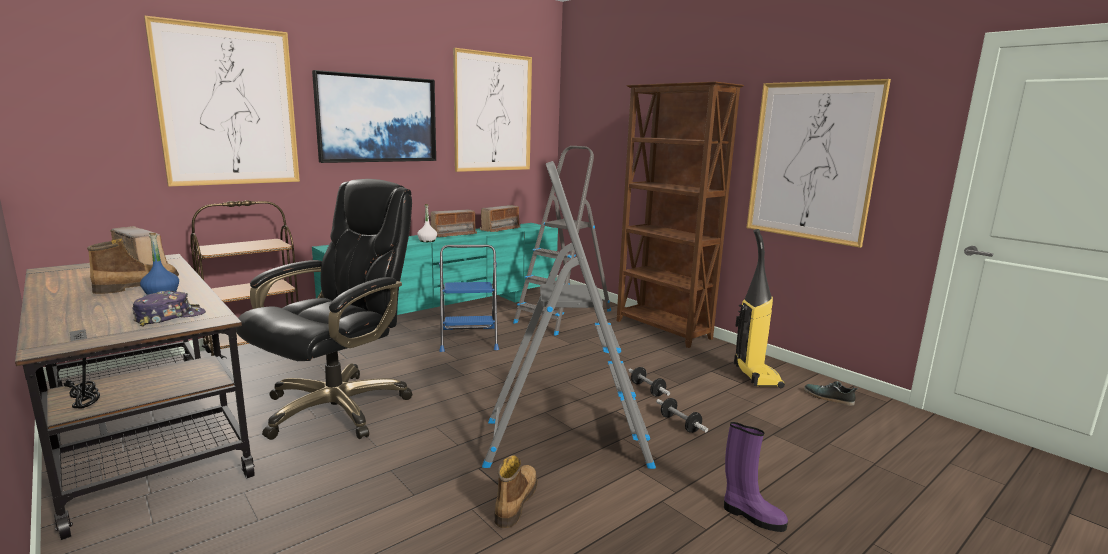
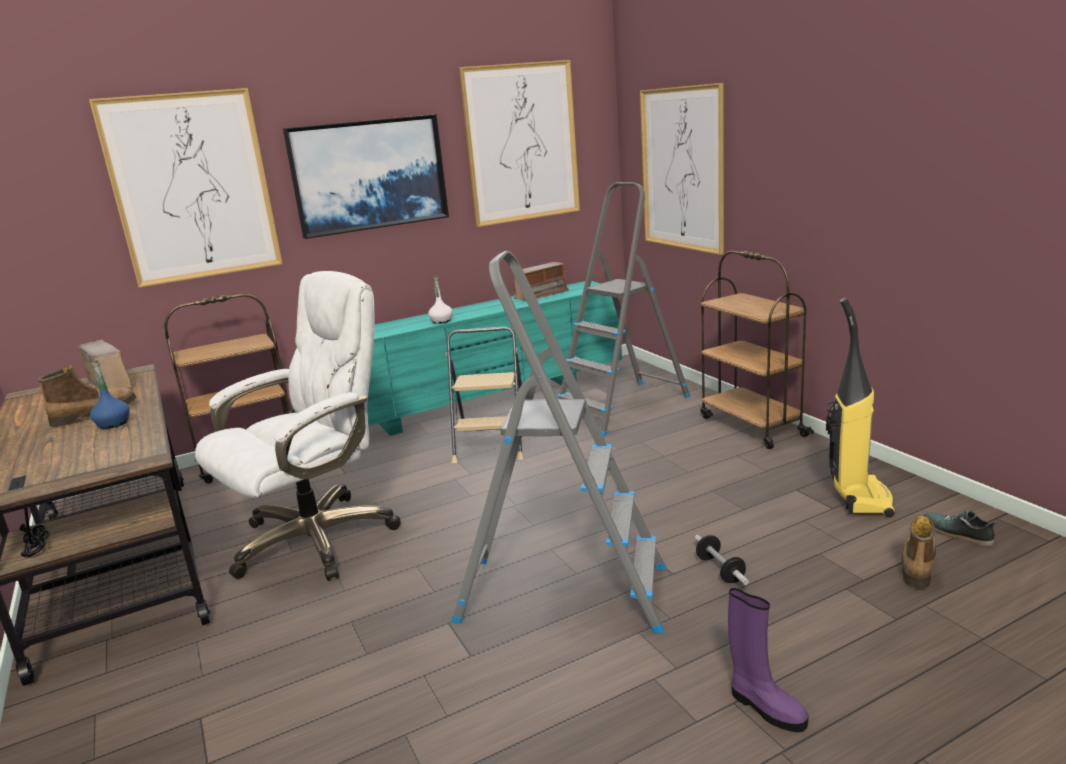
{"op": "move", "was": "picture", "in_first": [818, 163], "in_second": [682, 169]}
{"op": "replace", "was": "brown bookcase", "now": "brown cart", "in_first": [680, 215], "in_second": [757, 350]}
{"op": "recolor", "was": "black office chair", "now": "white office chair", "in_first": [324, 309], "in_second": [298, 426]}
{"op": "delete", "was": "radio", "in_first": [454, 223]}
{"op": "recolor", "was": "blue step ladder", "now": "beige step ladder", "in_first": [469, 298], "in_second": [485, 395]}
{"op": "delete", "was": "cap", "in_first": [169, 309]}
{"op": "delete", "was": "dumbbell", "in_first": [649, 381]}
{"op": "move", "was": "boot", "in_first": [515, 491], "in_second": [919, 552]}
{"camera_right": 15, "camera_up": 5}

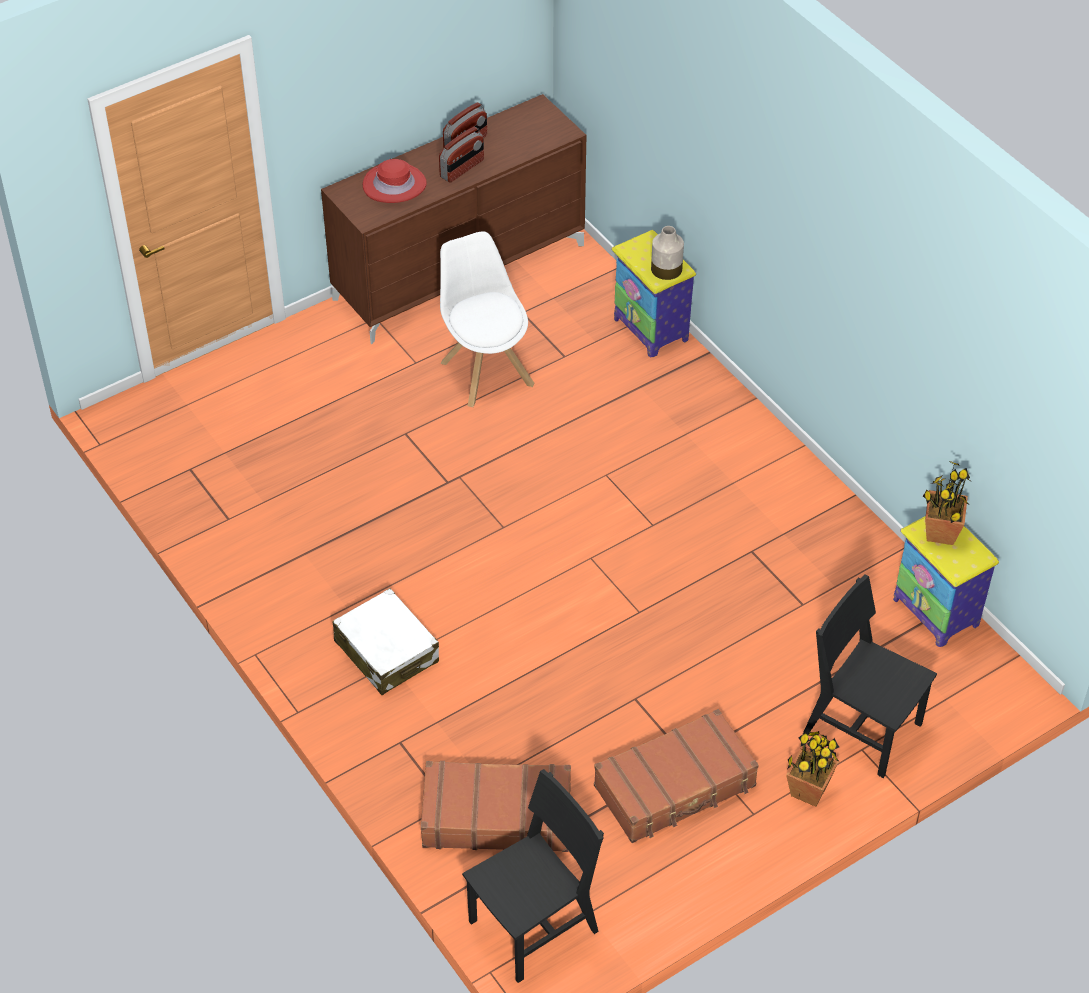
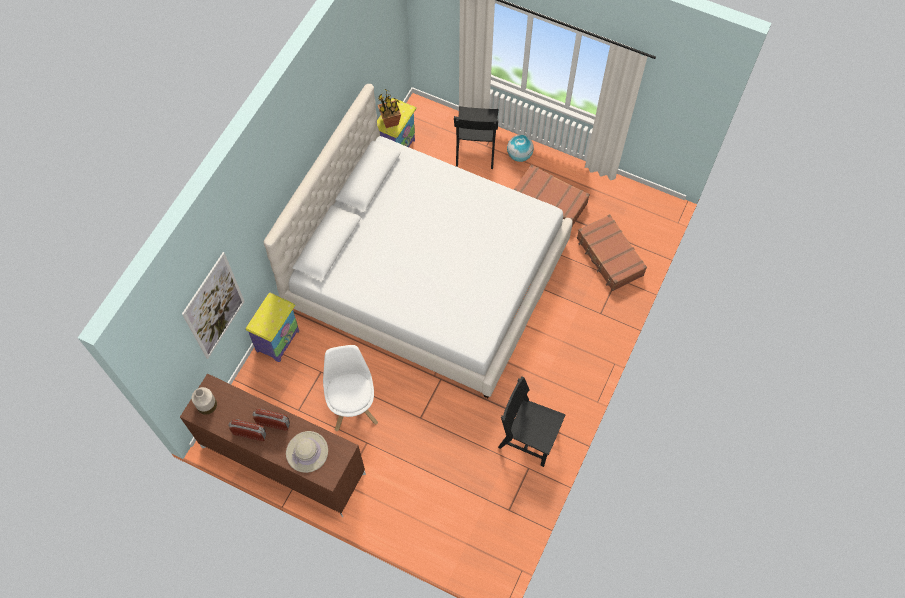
{"op": "recolor", "was": "red hat", "now": "beige hat", "in_first": [395, 181], "in_second": [307, 452]}
{"op": "move", "was": "beige vase", "in_first": [667, 253], "in_second": [204, 401]}
{"op": "rotate", "was": "white chair", "in_first": [487, 319], "in_second": [350, 388], "clockwise": 135}
{"op": "delete", "was": "white suitcase", "in_first": [386, 641]}
{"op": "replace", "was": "potted plant", "now": "globe", "in_first": [812, 769], "in_second": [520, 148]}
{"op": "move", "was": "black chair", "in_first": [533, 876], "in_second": [532, 421]}
{"op": "insert", "now": "white bed", "in_second": [418, 241]}
{"op": "insert", "now": "picture", "in_second": [213, 305]}
{"camera_right": -120, "camera_up": 15}

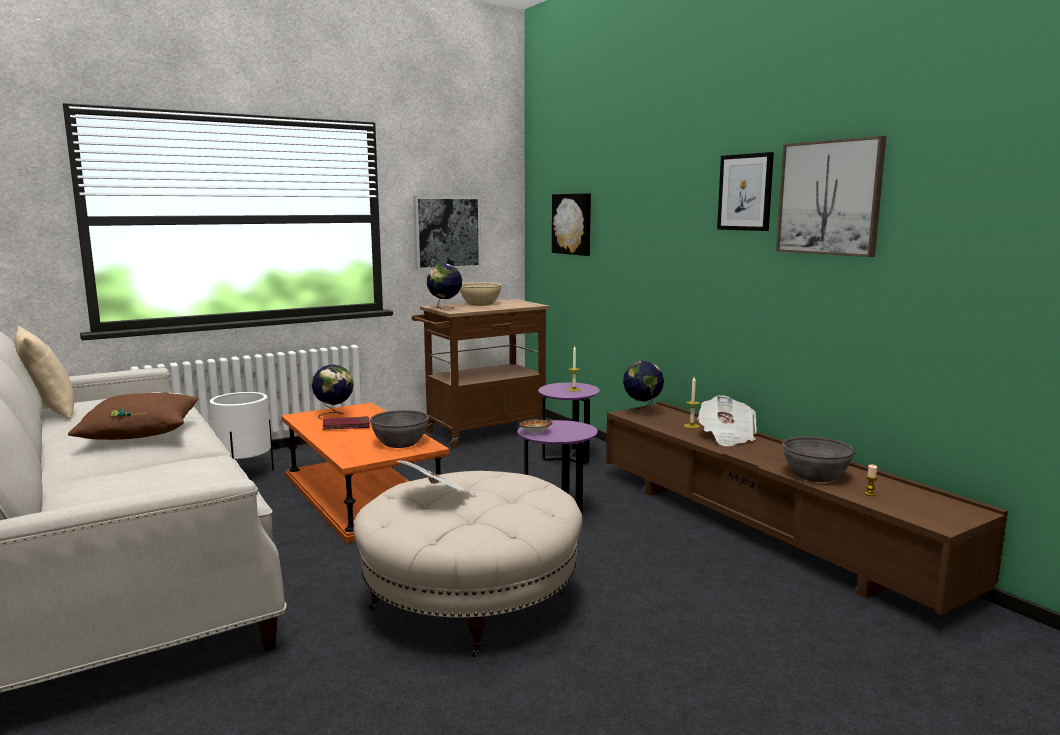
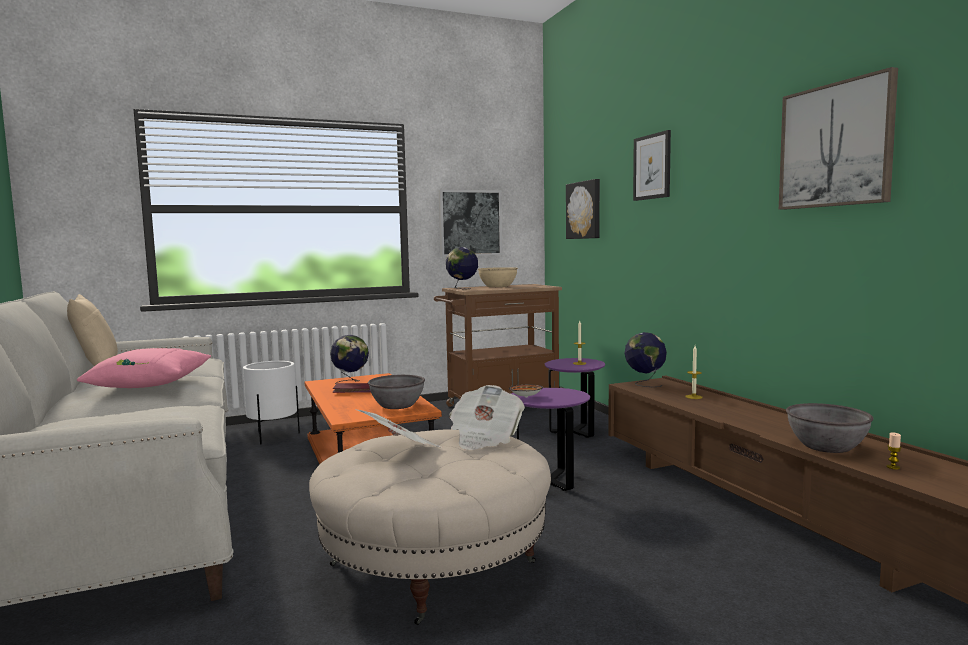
{"op": "move", "was": "picture", "in_first": [745, 191], "in_second": [652, 165]}
{"op": "recolor", "was": "brown pillow", "now": "pink pillow", "in_first": [133, 416], "in_second": [144, 368]}
{"op": "move", "was": "newspaper", "in_first": [727, 420], "in_second": [487, 417]}
{"camera_right": 10, "camera_up": -5}

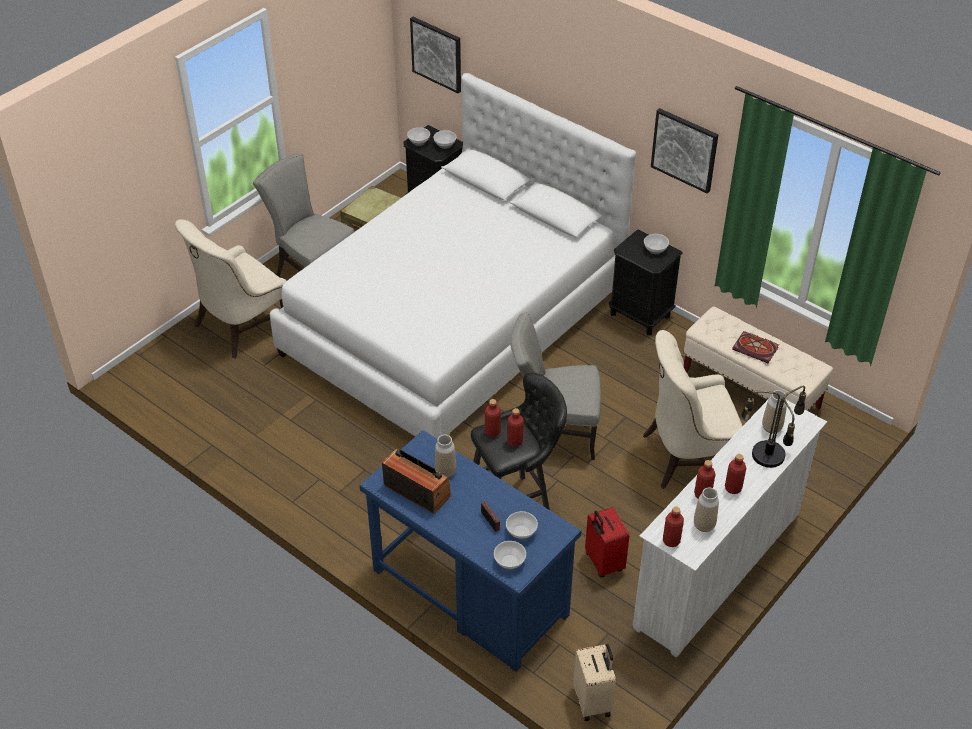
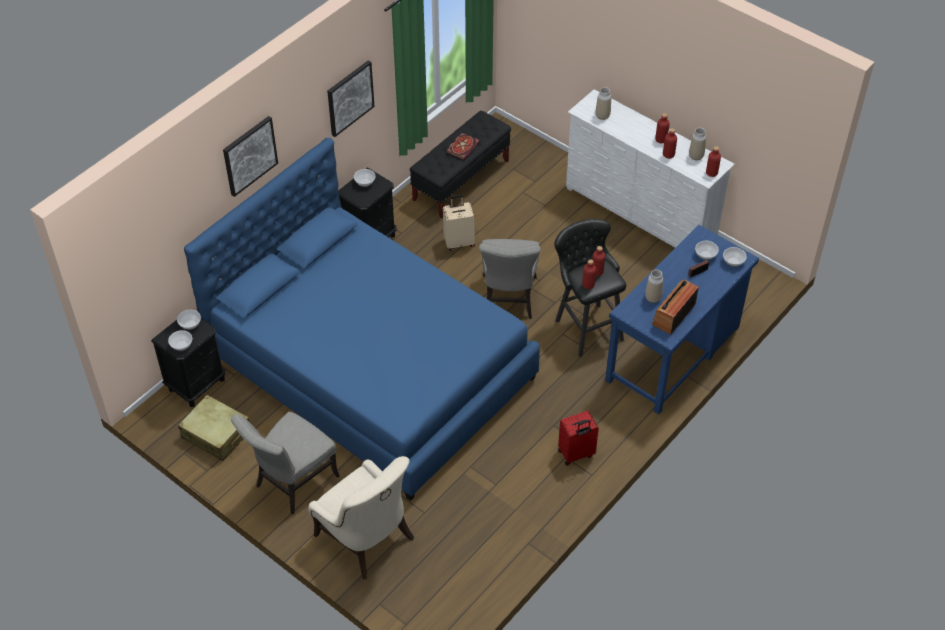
{"op": "move", "was": "picture", "in_first": [435, 55], "in_second": [250, 156]}
{"op": "recolor", "was": "white bed", "now": "blue bed", "in_first": [453, 256], "in_second": [362, 319]}
{"op": "recolor", "was": "beige bench", "now": "black bench", "in_first": [758, 359], "in_second": [460, 164]}
{"op": "delete", "was": "beige armchair", "in_first": [692, 409]}
{"op": "delete", "was": "table lamp", "in_first": [774, 427]}
{"op": "move", "was": "red suitcase", "in_first": [607, 542], "in_second": [578, 438]}
{"op": "move", "was": "beige suitcase", "in_first": [594, 682], "in_second": [459, 223]}
{"camera_right": -90, "camera_up": 5}

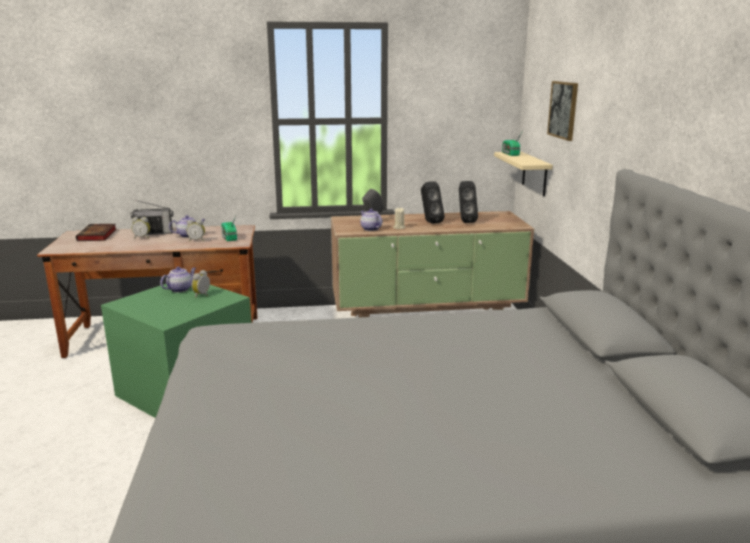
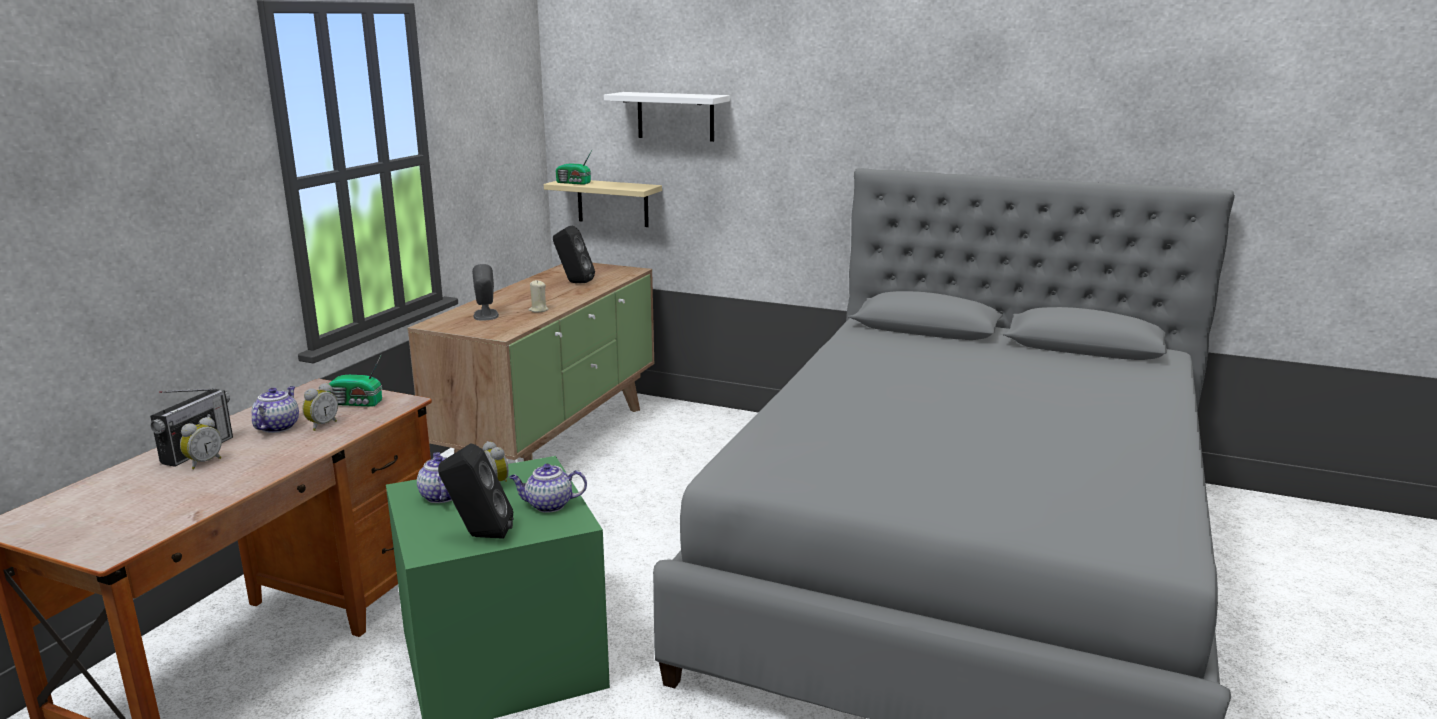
{"op": "replace", "was": "picture", "now": "white shelf", "in_first": [562, 111], "in_second": [667, 117]}
{"op": "move", "was": "black speaker", "in_first": [433, 202], "in_second": [476, 491]}
{"op": "move", "was": "teapot", "in_first": [371, 220], "in_second": [548, 488]}
{"op": "delete", "was": "book", "in_first": [96, 232]}
{"camera_right": -60, "camera_up": 0}

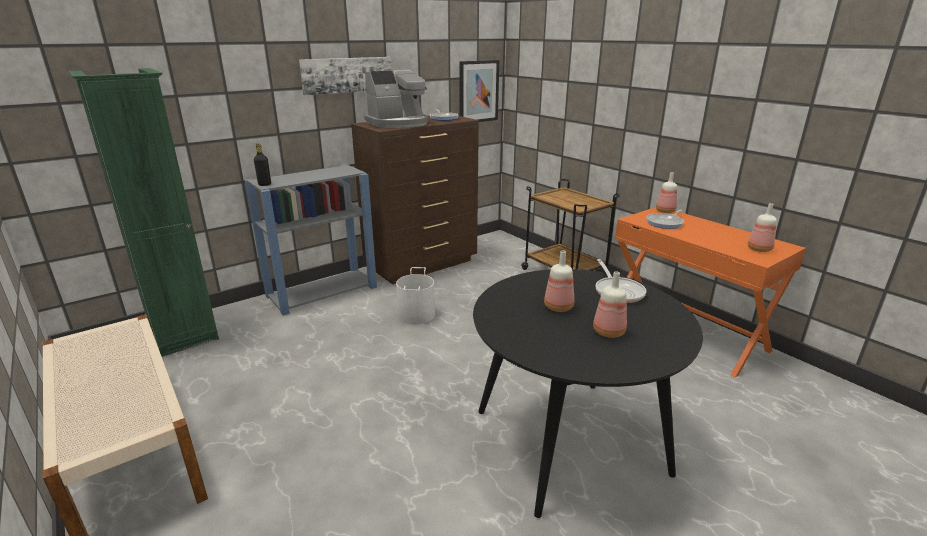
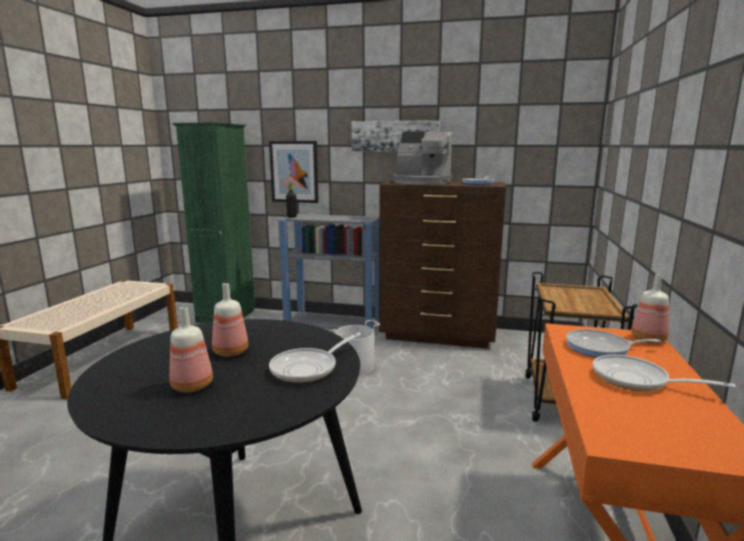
{"op": "move", "was": "picture", "in_first": [479, 91], "in_second": [294, 172]}
{"op": "delete", "was": "bottle", "in_first": [762, 227]}
{"op": "insert", "now": "frying pan", "in_second": [664, 373]}
{"camera_right": 50, "camera_up": -10}

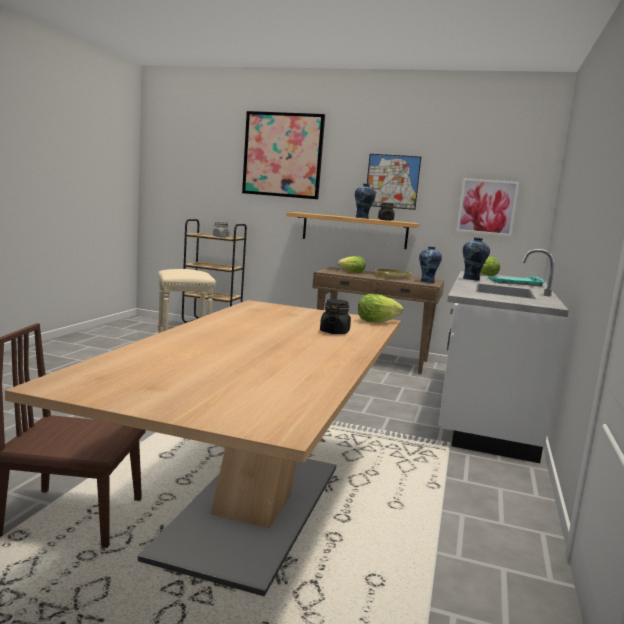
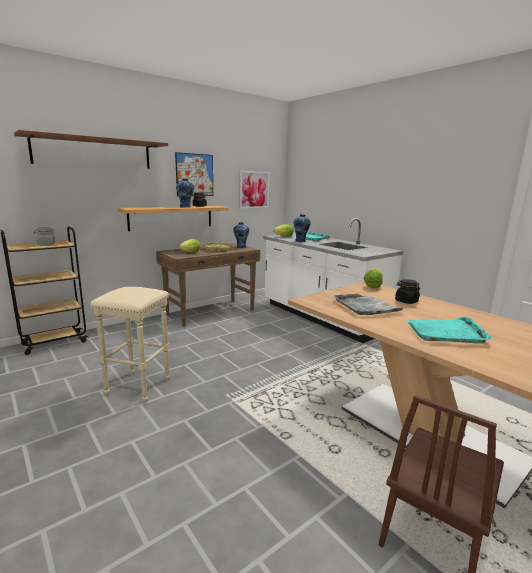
{"op": "replace", "was": "picture", "now": "brown shelf", "in_first": [283, 155], "in_second": [91, 149]}
{"op": "insert", "now": "grey tray", "in_second": [369, 304]}
{"op": "insert", "now": "turquoise tray", "in_second": [449, 330]}
{"camera_right": -55, "camera_up": 5}

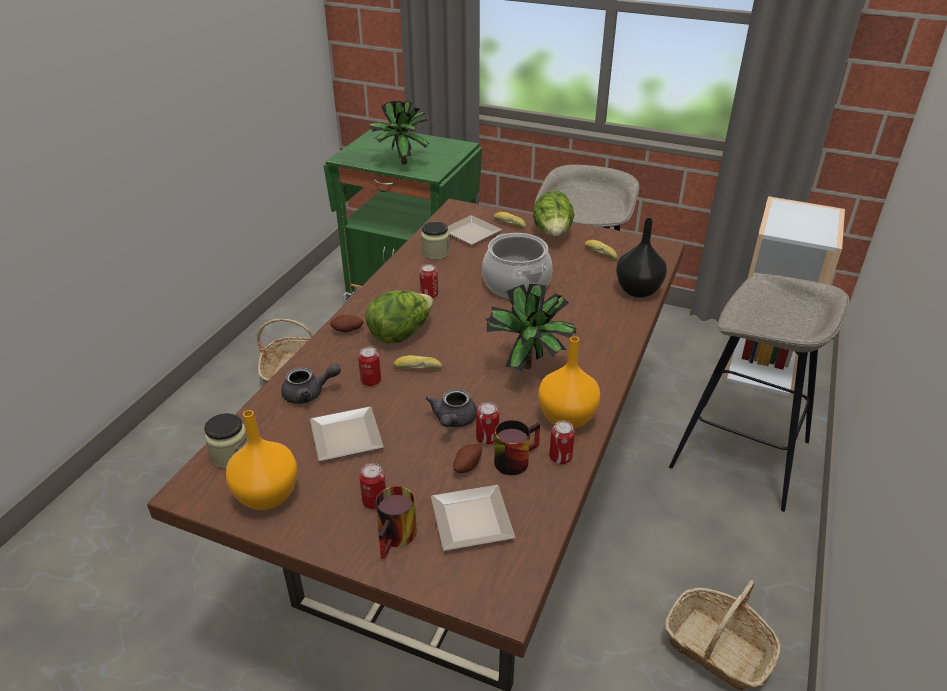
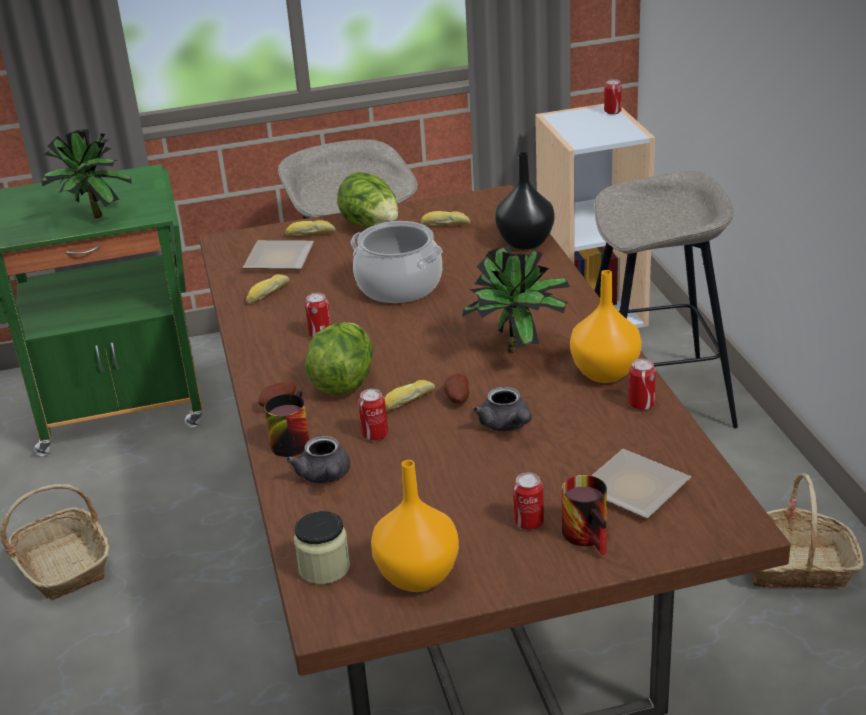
{"op": "replace", "was": "jar", "now": "bread", "in_first": [435, 241], "in_second": [268, 289]}
{"op": "rotate", "was": "grey teapot", "in_first": [311, 383], "in_second": [318, 460], "clockwise": 120}
{"op": "move", "was": "can", "in_first": [487, 423], "in_second": [613, 96]}
{"op": "delete", "was": "plate", "in_first": [347, 434]}
{"op": "move", "was": "mug", "in_first": [517, 447], "in_second": [287, 423]}
{"op": "move", "was": "potato", "in_first": [467, 458], "in_second": [456, 388]}
{"camera_right": -35, "camera_up": -5}

